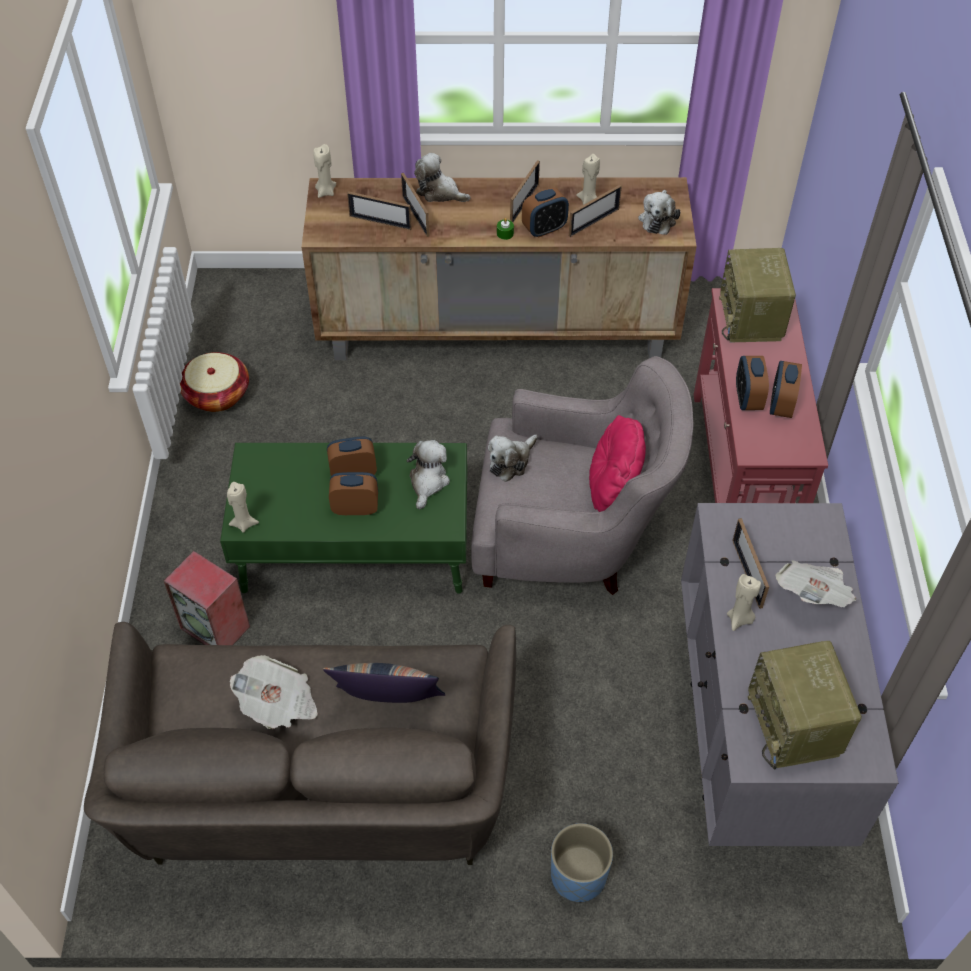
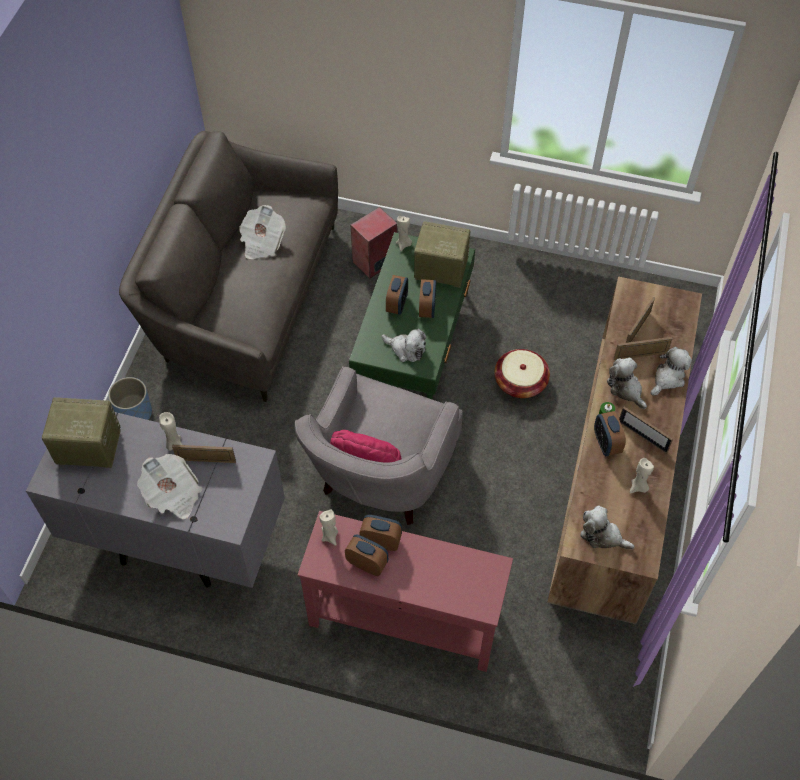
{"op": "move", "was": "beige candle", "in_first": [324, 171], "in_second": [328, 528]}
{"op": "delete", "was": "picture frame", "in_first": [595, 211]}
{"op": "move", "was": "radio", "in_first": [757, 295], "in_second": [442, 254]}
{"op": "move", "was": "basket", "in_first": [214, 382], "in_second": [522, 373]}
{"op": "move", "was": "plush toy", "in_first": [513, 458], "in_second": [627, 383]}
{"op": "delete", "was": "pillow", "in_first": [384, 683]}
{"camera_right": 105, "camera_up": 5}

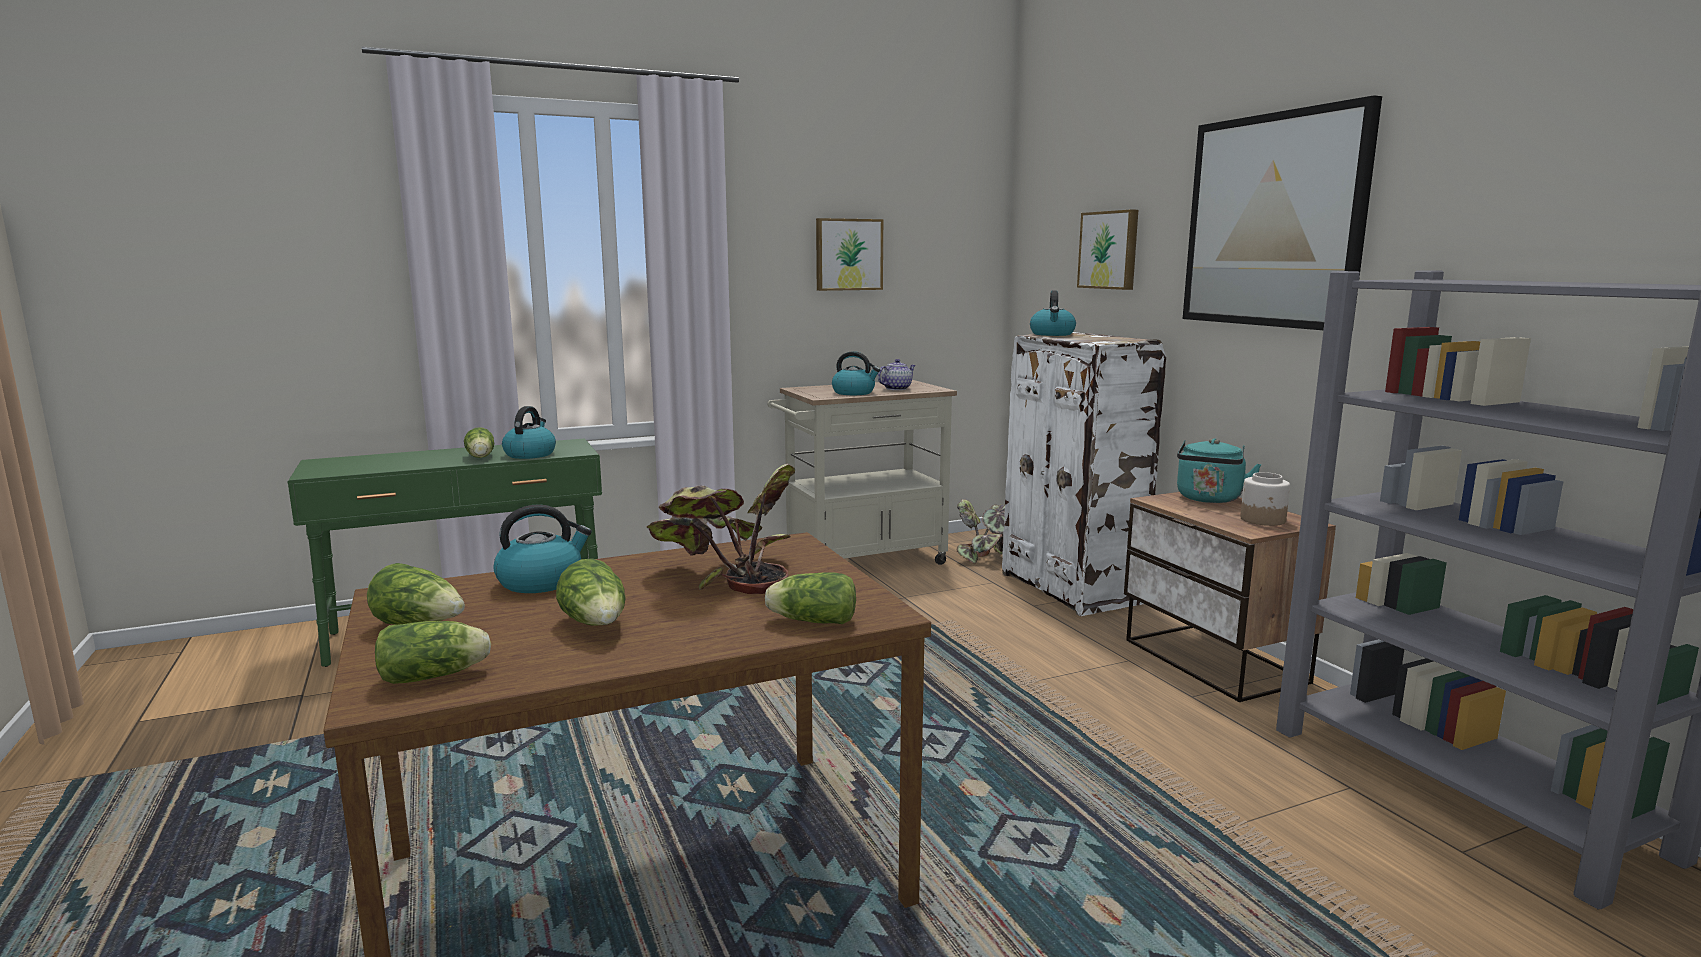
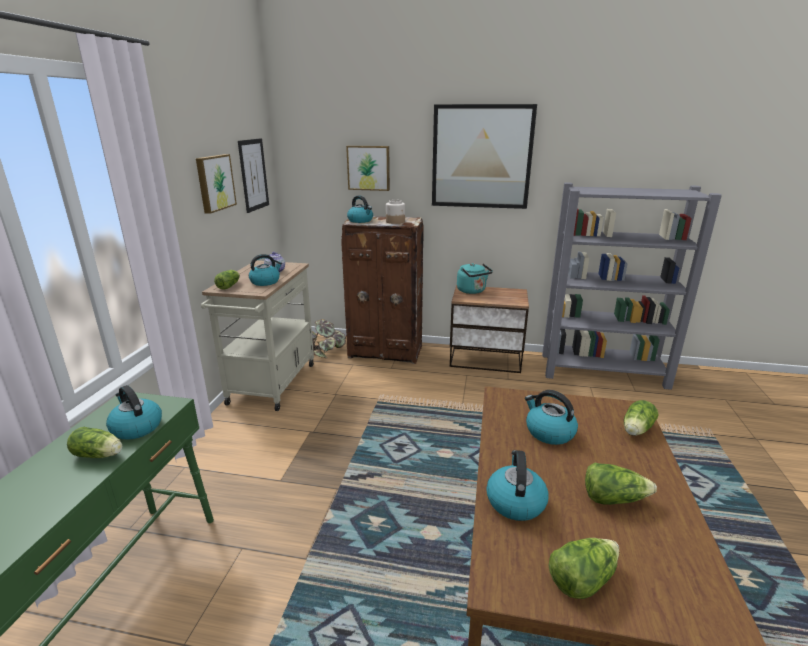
{"op": "recolor", "was": "white cabinet", "now": "brown cabinet", "in_first": [1084, 474], "in_second": [382, 290]}
{"op": "replace", "was": "potted plant", "now": "kettle", "in_first": [720, 529], "in_second": [551, 417]}
{"op": "move", "was": "jar", "in_first": [1265, 499], "in_second": [395, 212]}
{"op": "move", "was": "lettuce", "in_first": [433, 652], "in_second": [227, 280]}
{"op": "insert", "now": "picture", "in_second": [253, 175]}
{"camera_right": -55, "camera_up": 10}

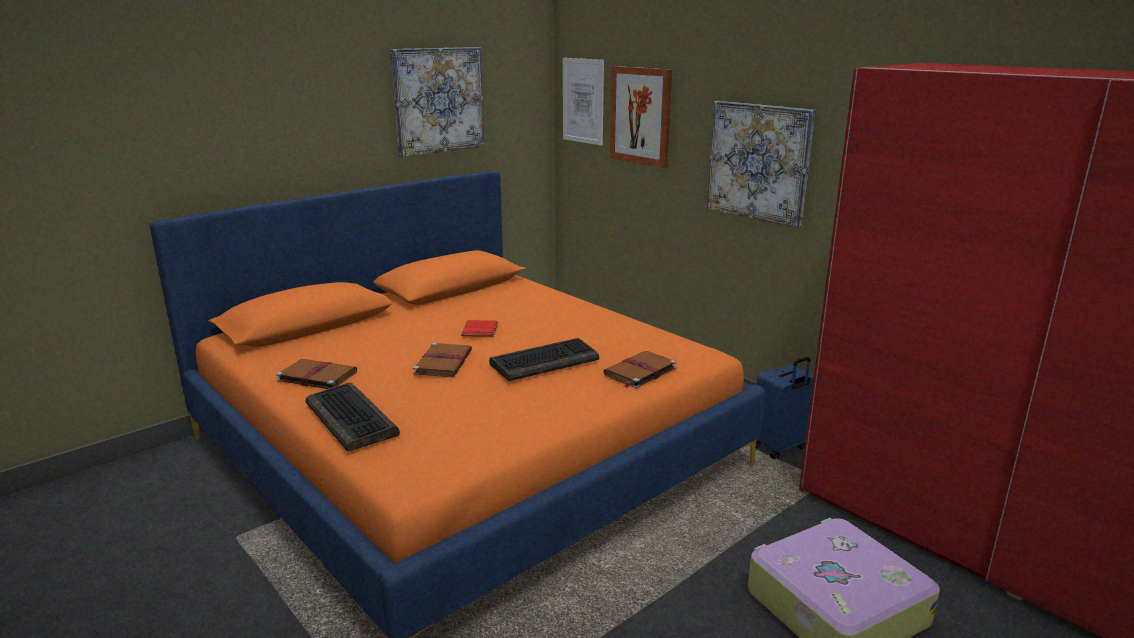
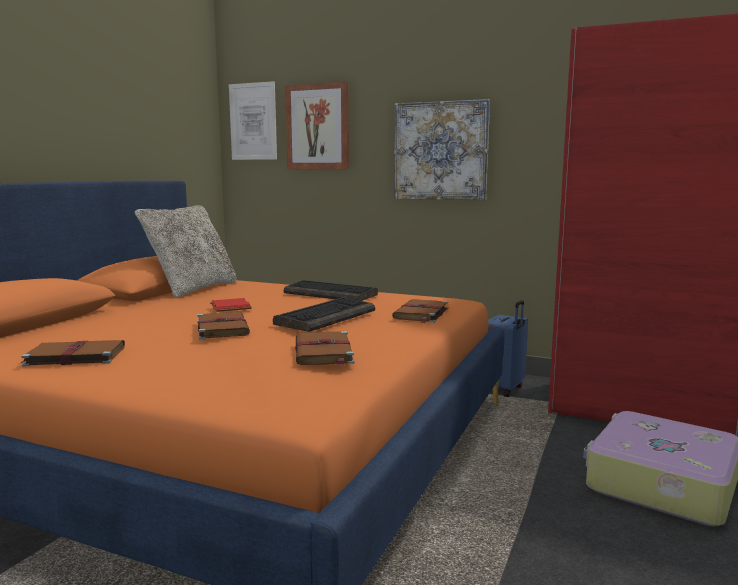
{"op": "delete", "was": "picture", "in_first": [437, 102]}
{"op": "move", "was": "keyboard", "in_first": [352, 417], "in_second": [331, 290]}
{"op": "insert", "now": "beige pillow", "in_second": [185, 251]}
{"op": "insert", "now": "brown book", "in_second": [325, 349]}
{"camera_right": -25, "camera_up": -10}

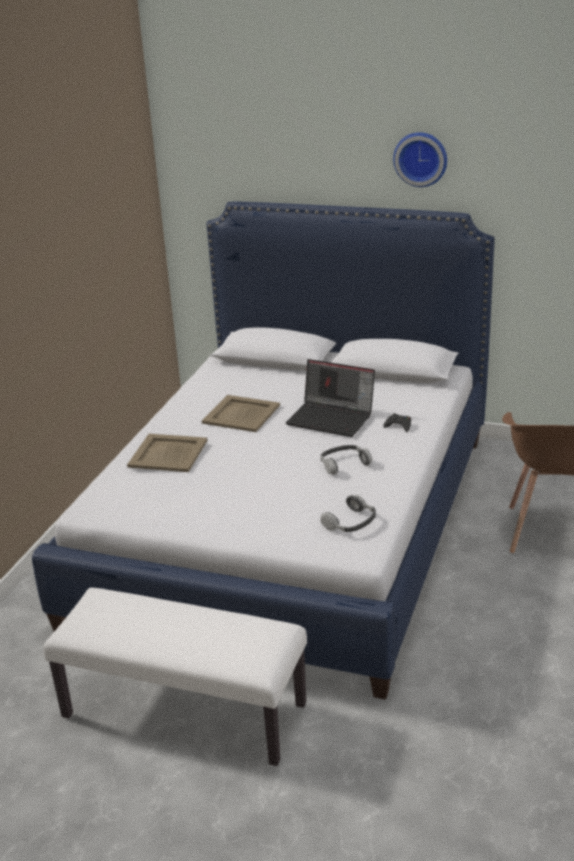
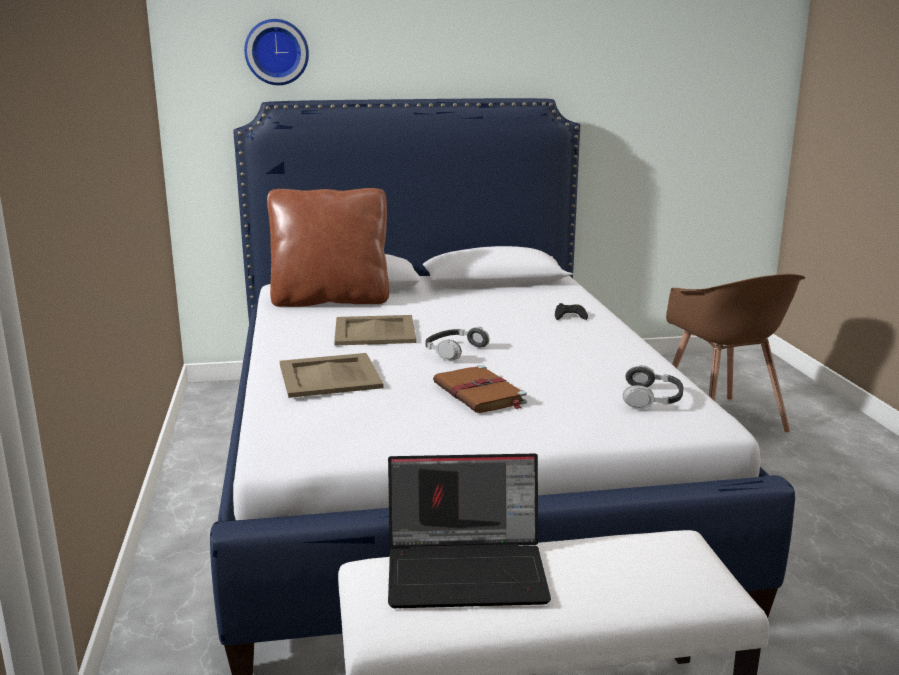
{"op": "move", "was": "wall clock", "in_first": [420, 159], "in_second": [276, 52]}
{"op": "move", "was": "laptop", "in_first": [330, 398], "in_second": [469, 531]}
{"op": "move", "was": "headphones", "in_first": [346, 460], "in_second": [457, 344]}
{"op": "insert", "now": "brown pillow", "in_second": [328, 247]}
{"op": "insert", "now": "brown book", "in_second": [480, 389]}
{"camera_right": -30, "camera_up": -10}

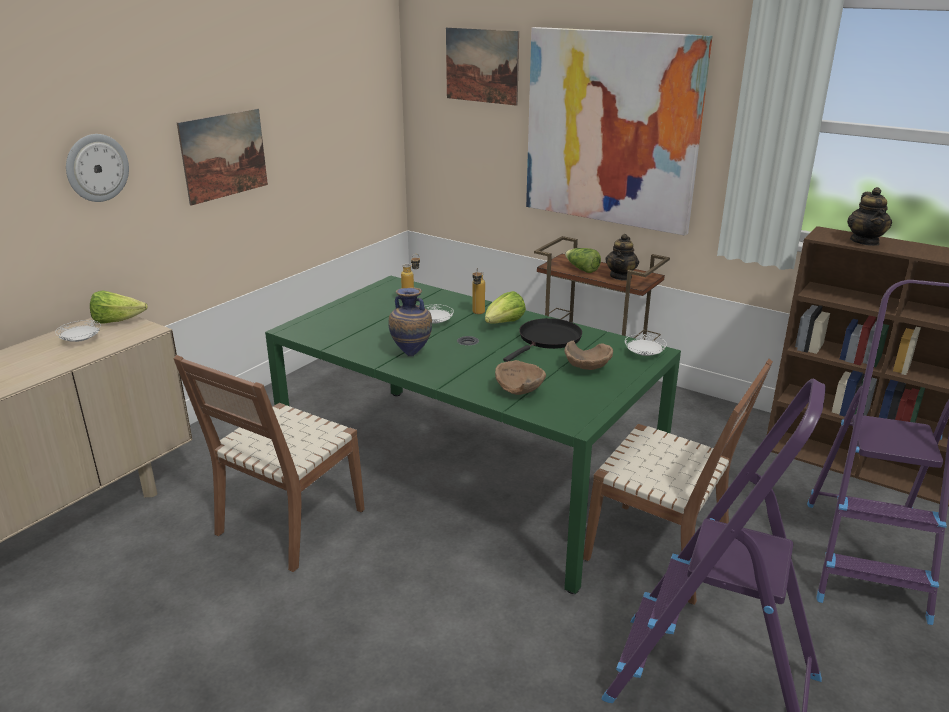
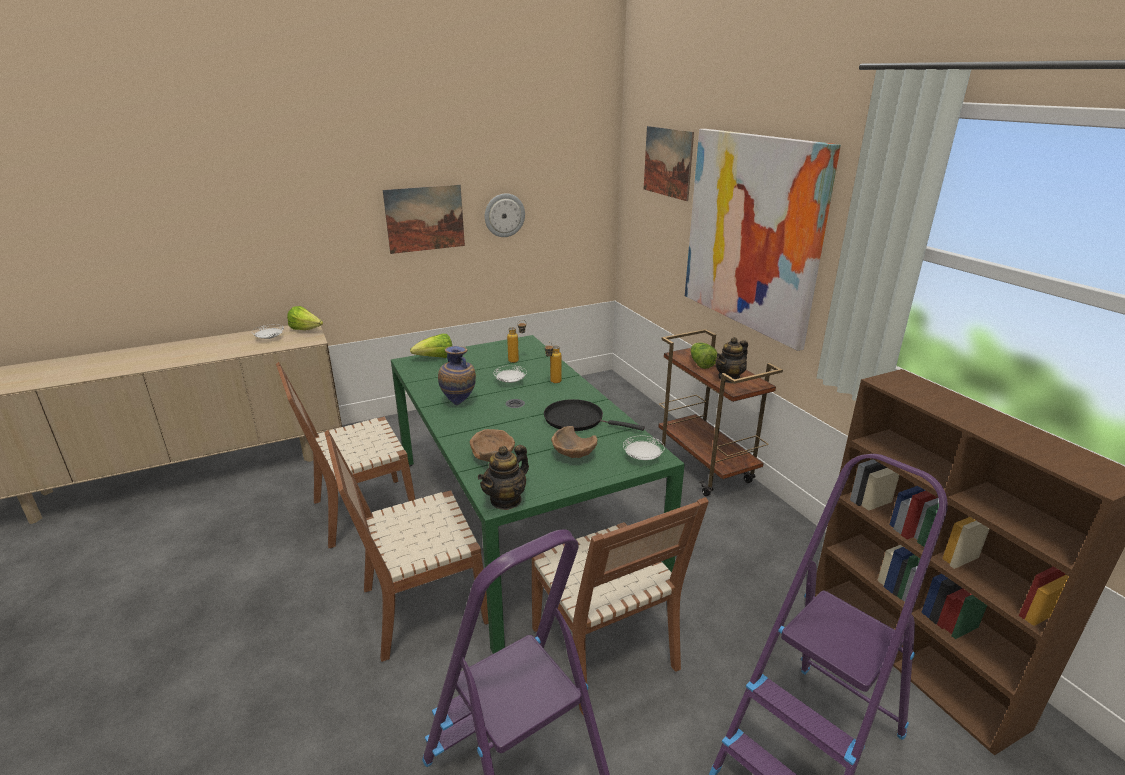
{"op": "move", "was": "wall clock", "in_first": [97, 168], "in_second": [505, 215]}
{"op": "move", "was": "teapot", "in_first": [869, 216], "in_second": [503, 477]}
{"op": "move", "was": "lettuce", "in_first": [505, 307], "in_second": [431, 346]}
{"op": "rotate", "was": "black frying pan", "in_first": [542, 340], "in_second": [594, 415], "clockwise": -135}
{"op": "insert", "now": "chair", "in_second": [406, 546]}
{"camera_right": 30, "camera_up": 0}

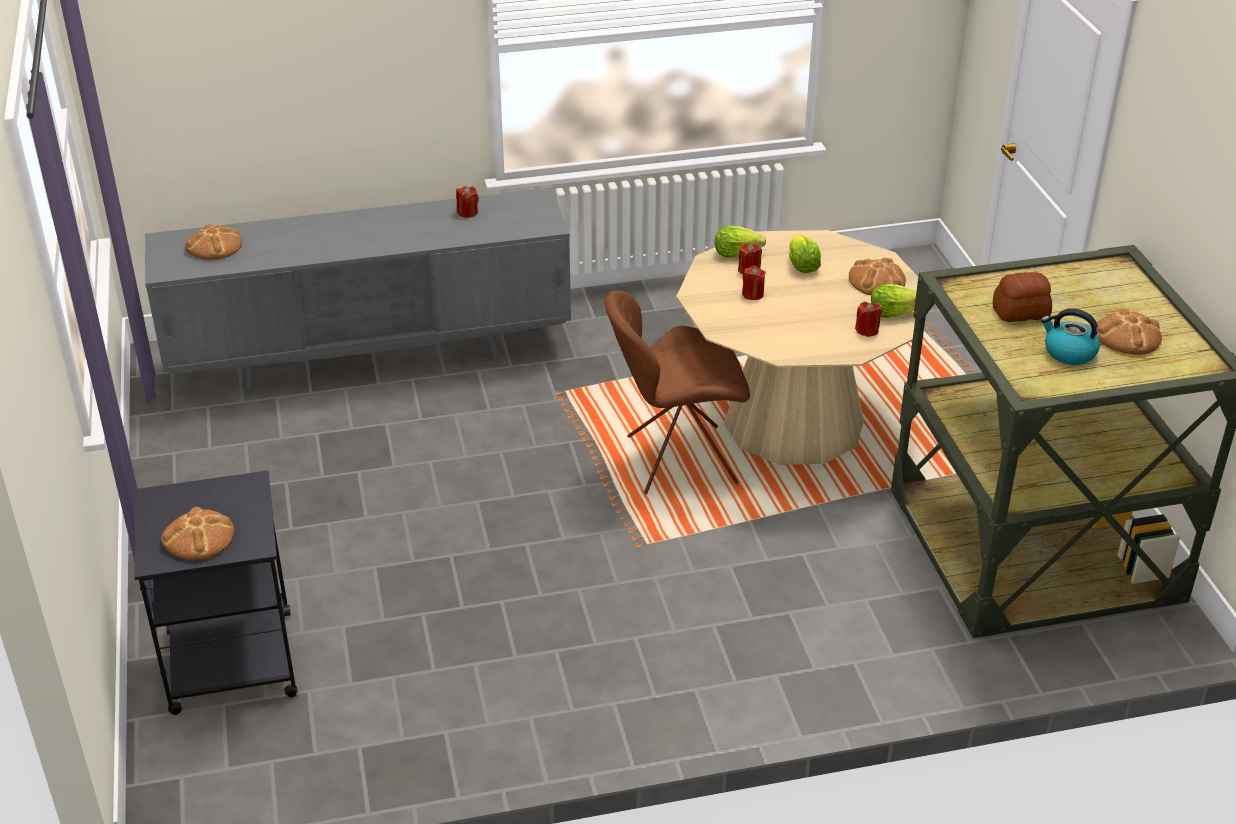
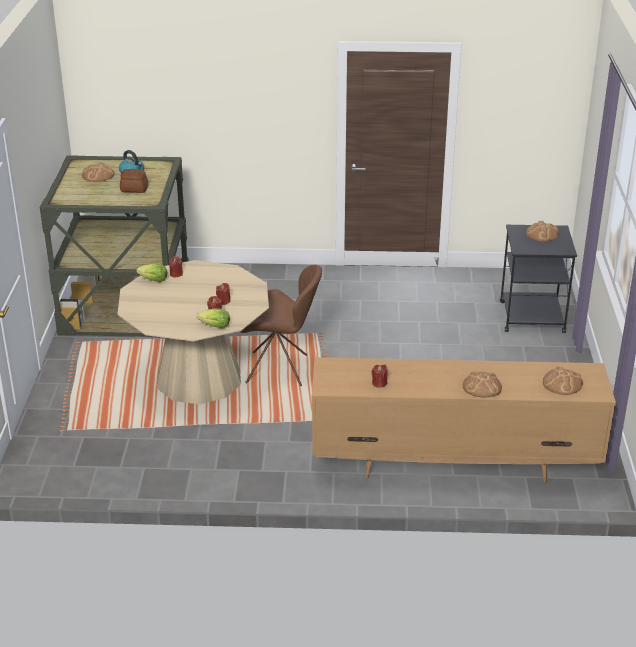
{"op": "recolor", "was": "grey cabinet", "now": "brown cabinet", "in_first": [358, 291], "in_second": [464, 420]}
{"op": "delete", "was": "lettuce", "in_first": [805, 253]}
{"op": "move", "was": "bread", "in_first": [877, 276], "in_second": [482, 384]}
{"camera_right": -165, "camera_up": -5}

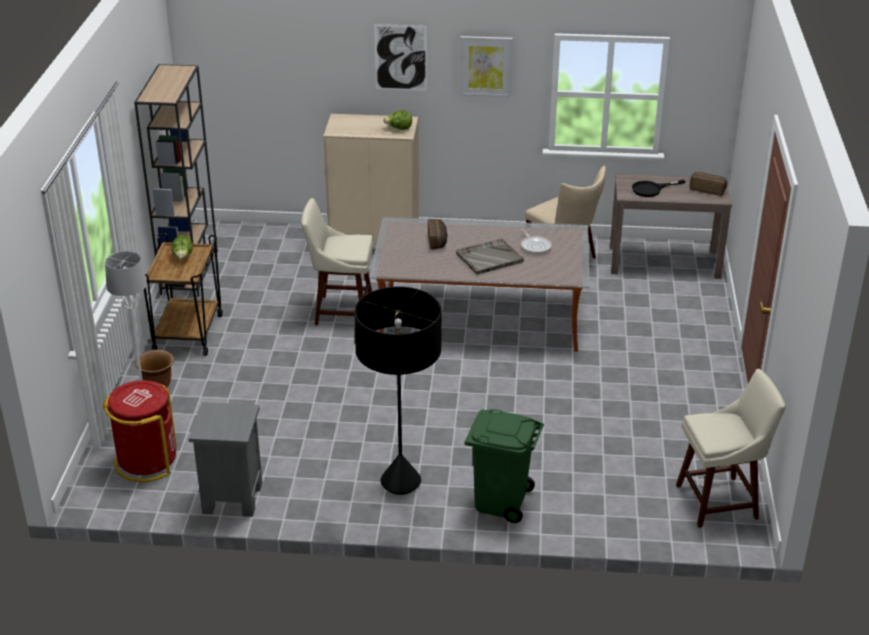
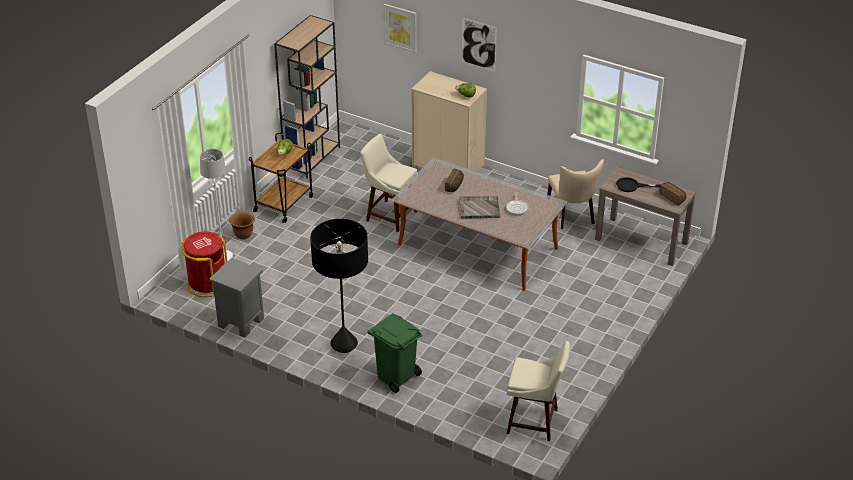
{"op": "move", "was": "picture", "in_first": [486, 67], "in_second": [400, 28]}
{"camera_right": 25, "camera_up": 5}

